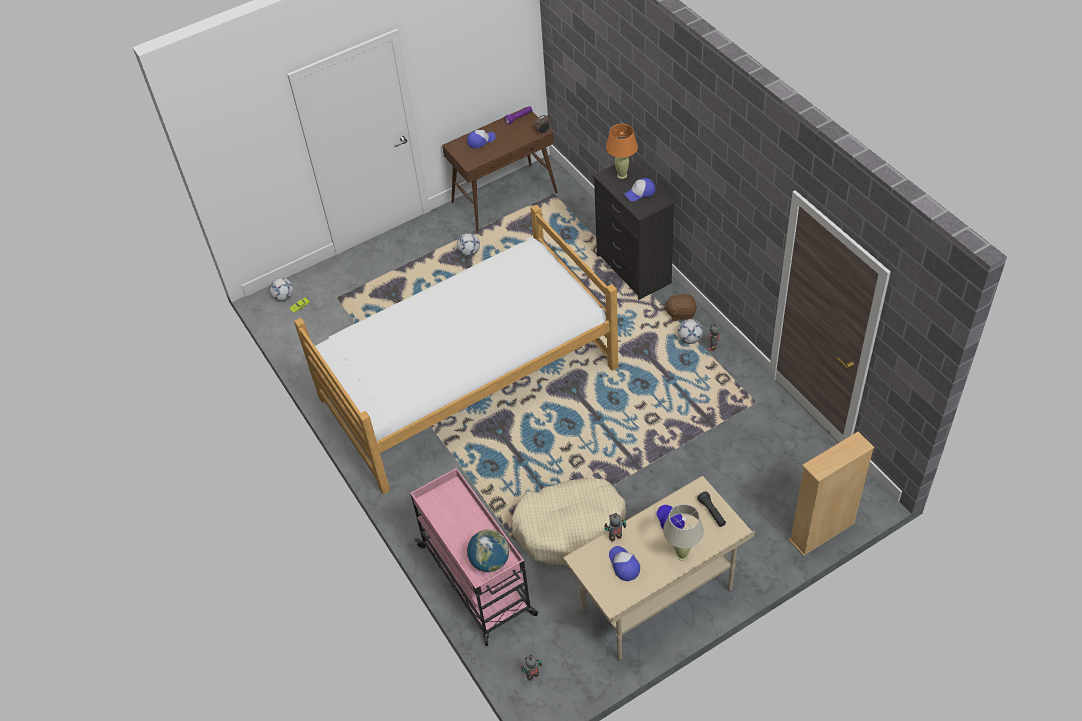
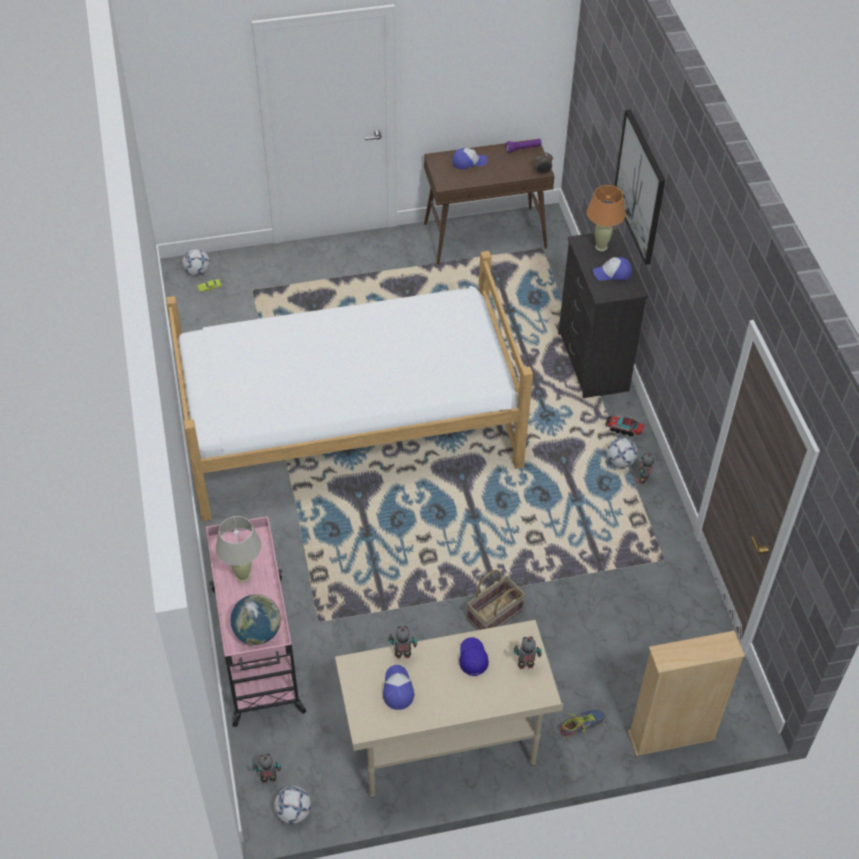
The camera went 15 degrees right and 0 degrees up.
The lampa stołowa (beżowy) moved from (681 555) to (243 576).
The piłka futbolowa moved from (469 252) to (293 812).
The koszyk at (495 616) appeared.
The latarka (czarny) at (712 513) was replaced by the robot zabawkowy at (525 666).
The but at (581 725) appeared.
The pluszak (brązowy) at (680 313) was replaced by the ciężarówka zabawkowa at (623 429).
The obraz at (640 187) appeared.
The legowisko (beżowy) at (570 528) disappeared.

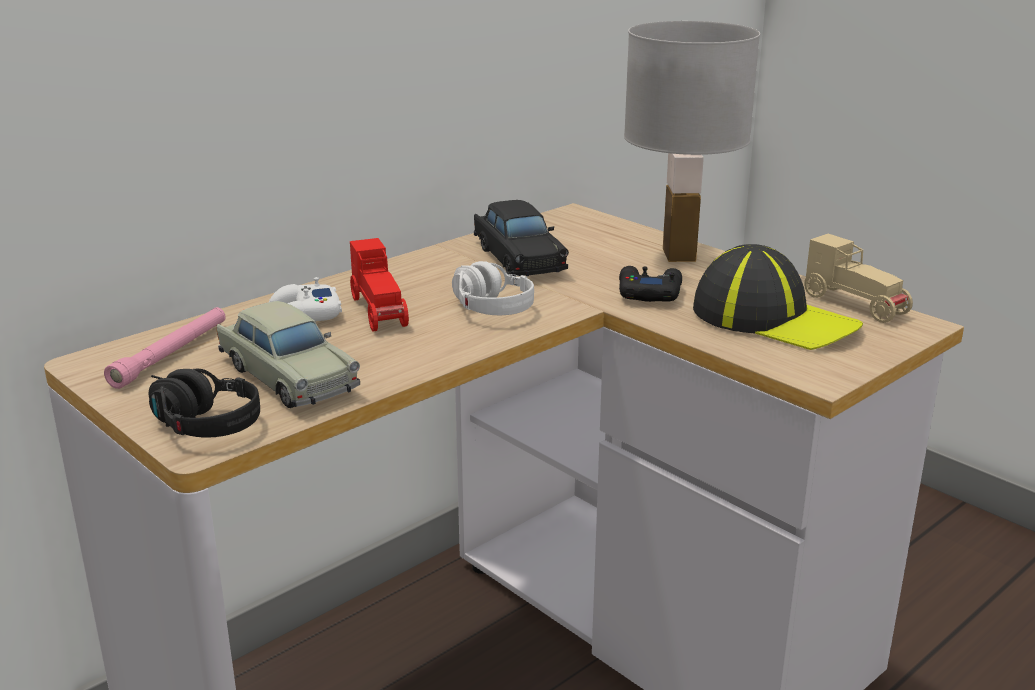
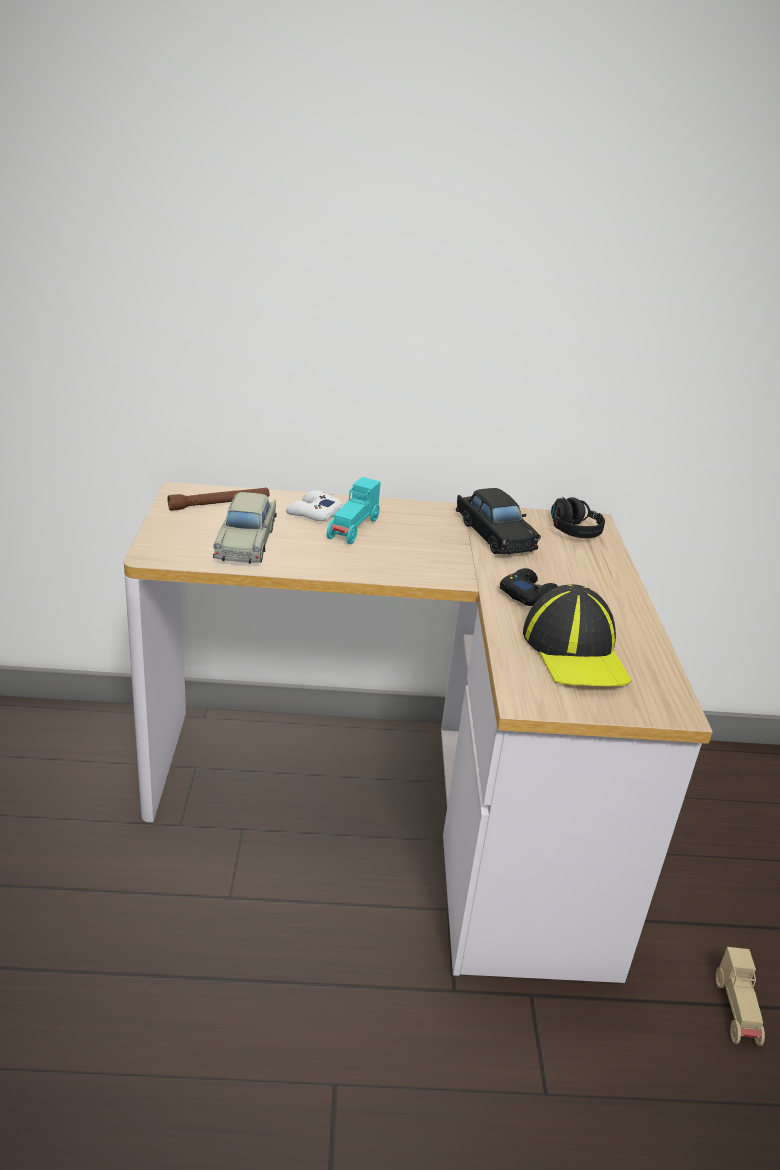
The camera went 40 degrees right and 5 degrees up.
The latarka (różowy) at (171 355) became the latarka (brązowy) at (219 504).
The samochodzik (czerwony) at (380 312) became the samochodzik (turkusowy) at (353 529).
The samochodzik (czarny) at (518 258) turned 45 degrees counterclockwise.
The słuchawki (czarny) moved from (194 422) to (569 526).
The samochodzik (beżowy) moved from (855 305) to (737 1011).
The słuchawki (biały) at (483 304) disappeared.
The lampa stołowa (biały) at (677 254) disappeared.

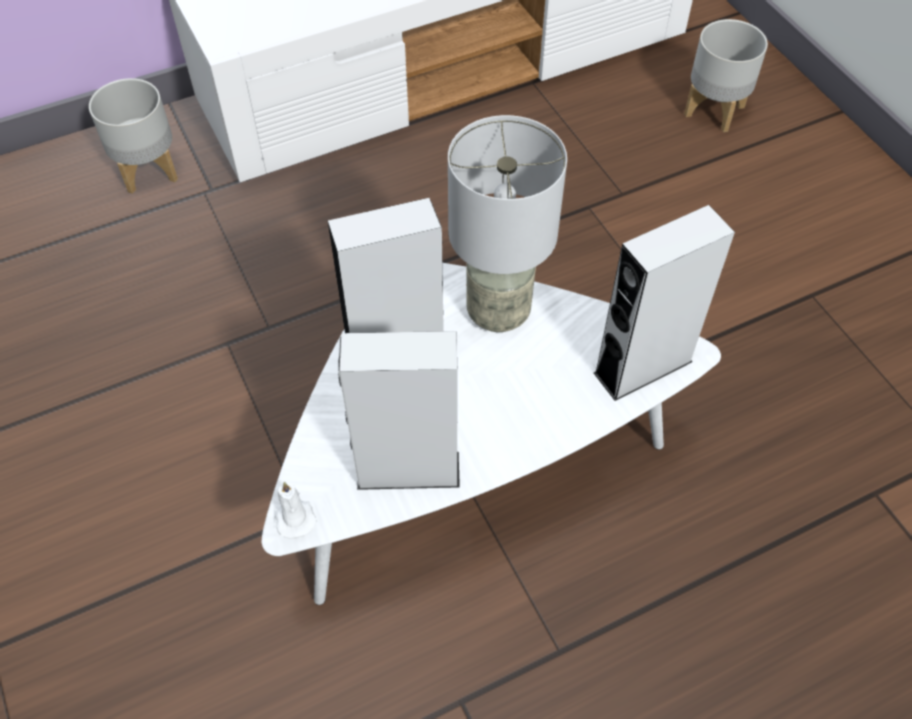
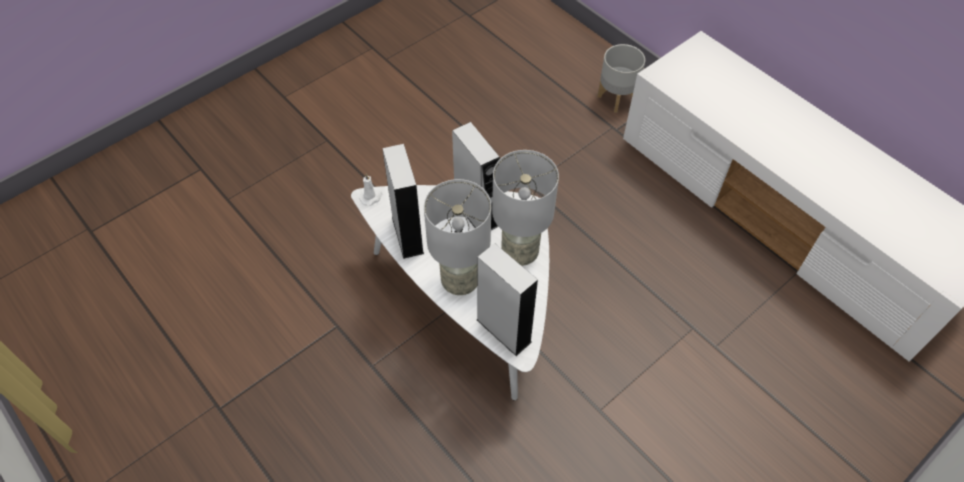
The camera went 75 degrees right and 0 degrees up.
The lampa stołowa (szary) at (460 282) appeared.
The donica (szary) at (713 111) disappeared.

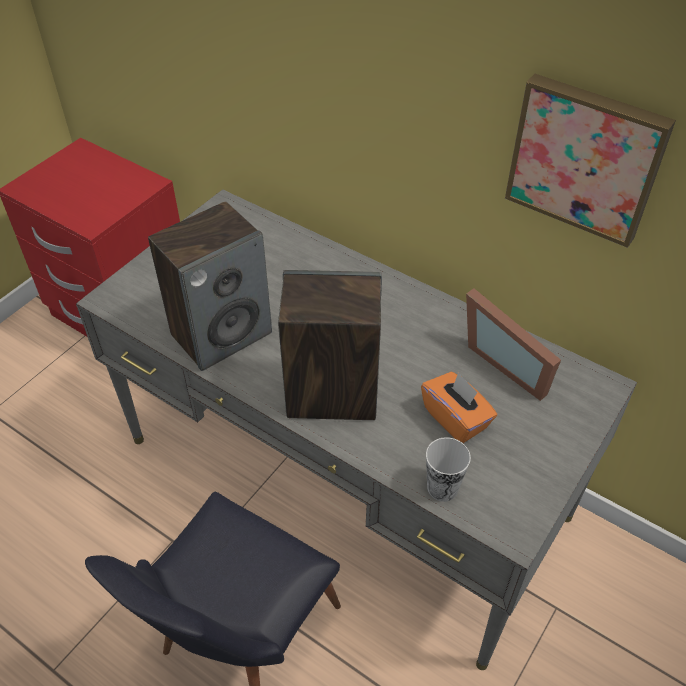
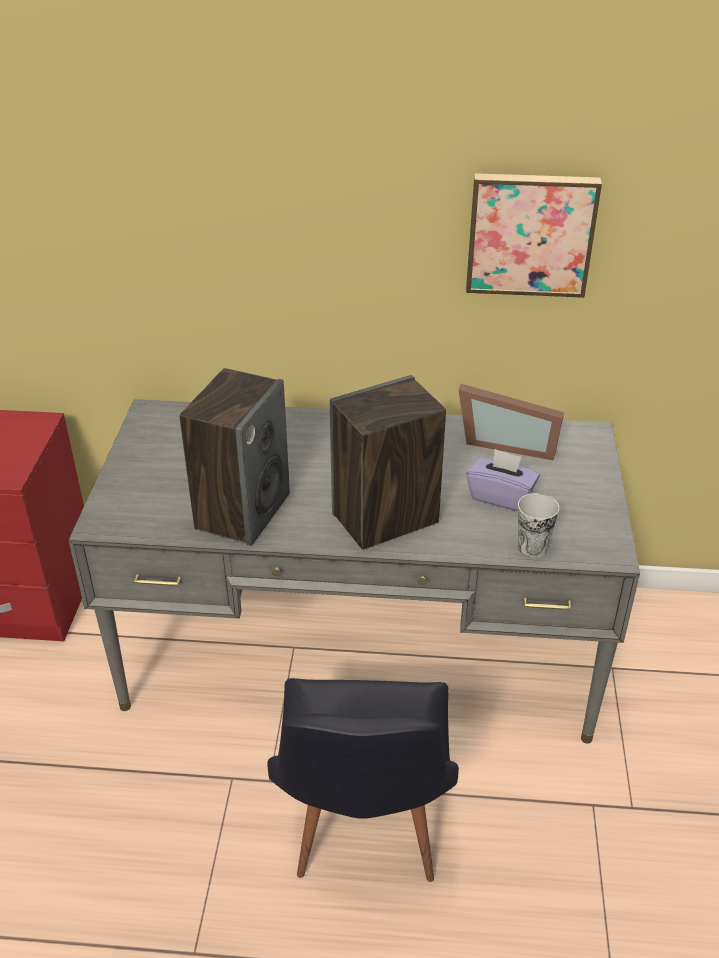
The camera went 30 degrees left and 10 degrees down.
The pudełko chusteczek (pomarańczowy) at (456 418) became the pudełko chusteczek (fioletowy) at (501 496).

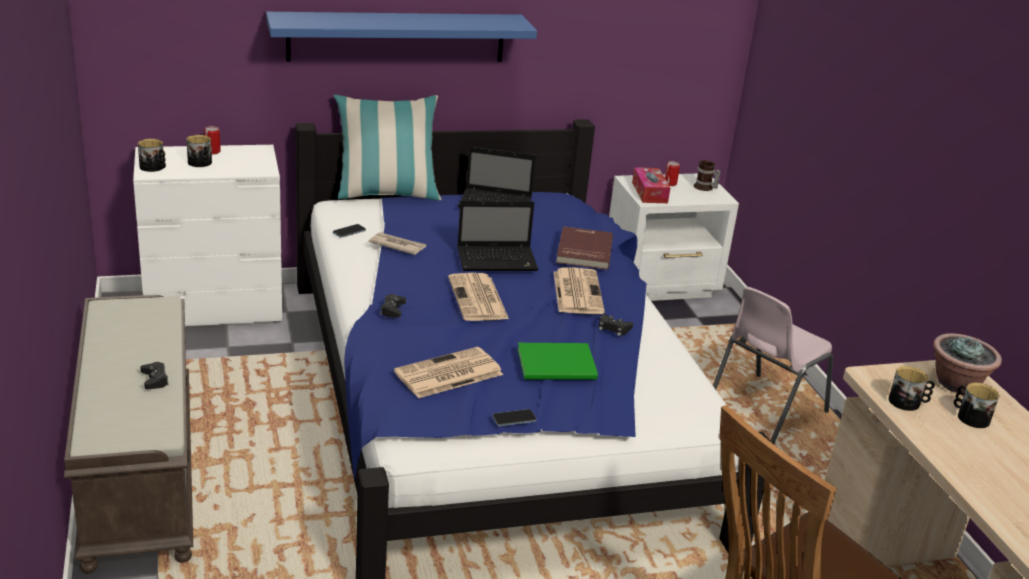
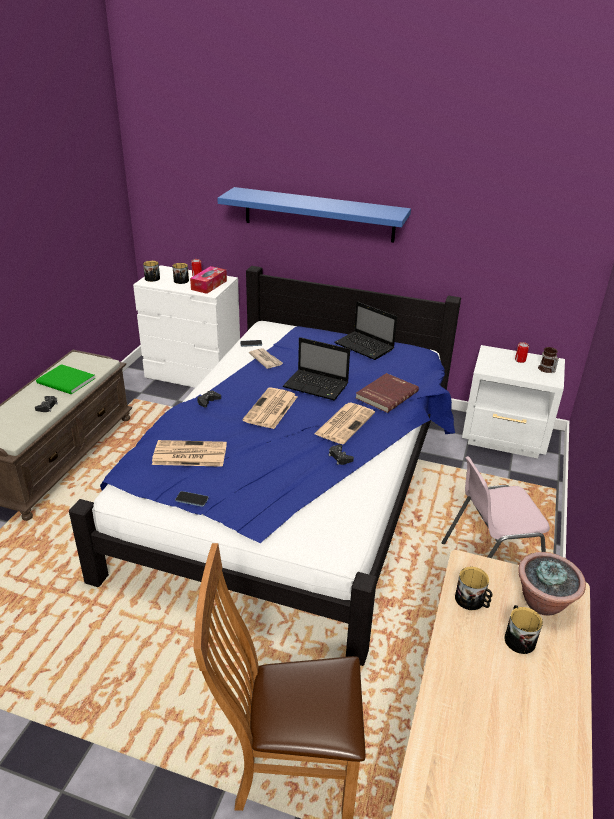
The camera went 35 degrees right and 5 degrees up.
The książka (zielony) moved from (559 365) to (66 382).
The pudełko chusteczek moved from (649 192) to (209 285).
The poduszka at (387 194) disappeared.

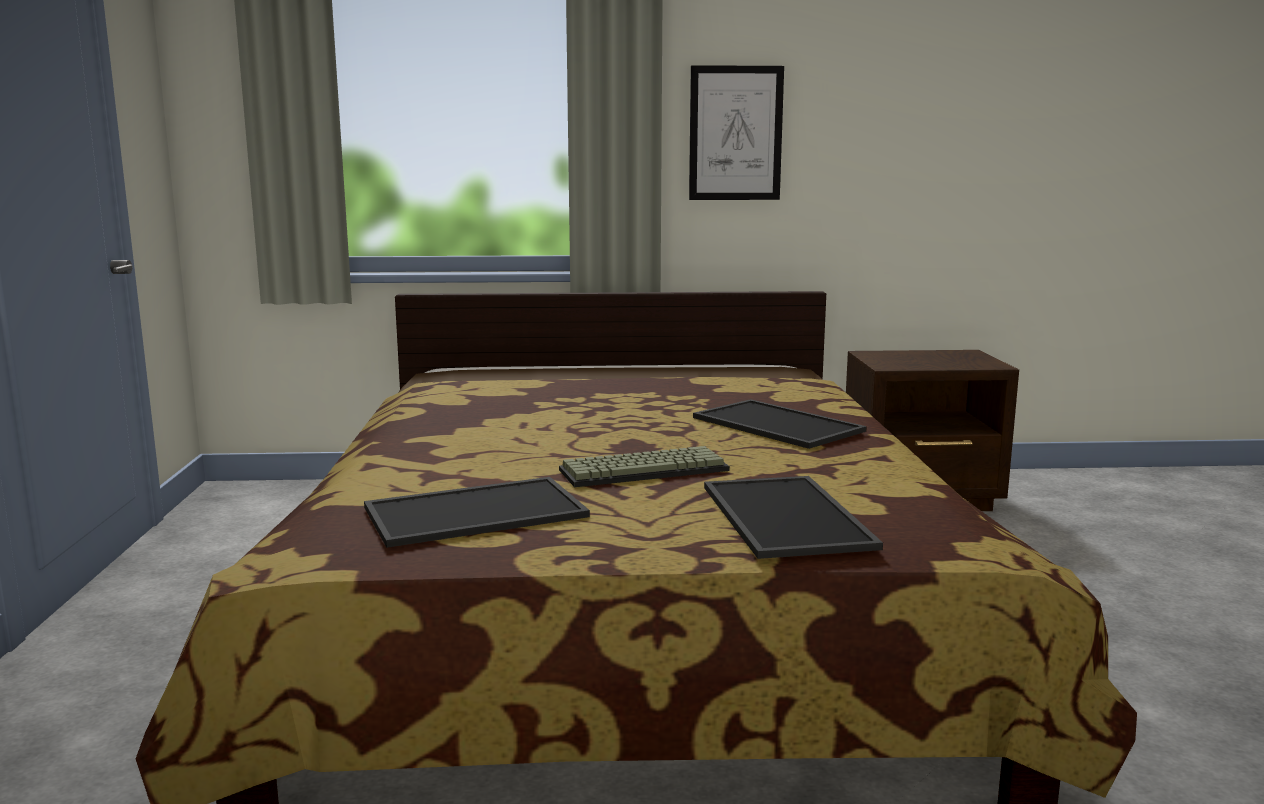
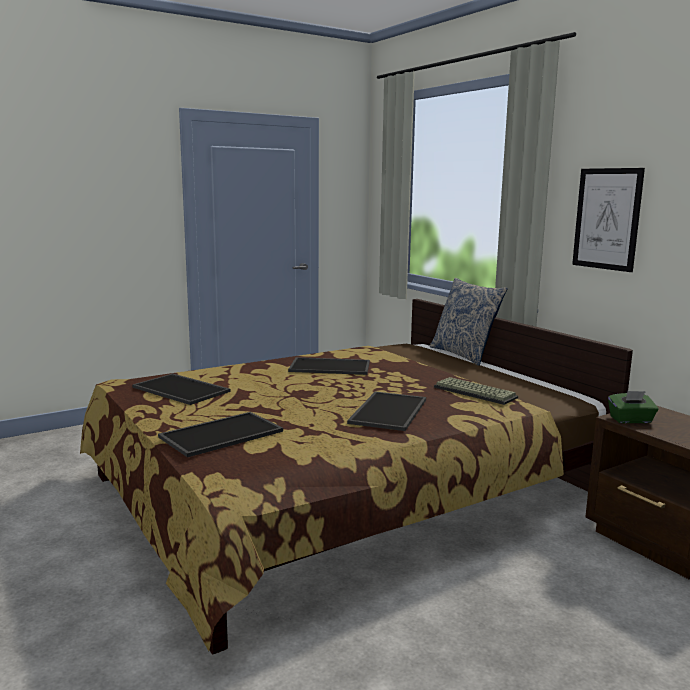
The camera went 60 degrees right and 0 degrees up.
The taca at (331 366) appeared.
The poduszka at (464 355) appeared.
The klawiatura moved from (644 469) to (476 392).
The pudełko chusteczek (zielony) at (631 420) appeared.

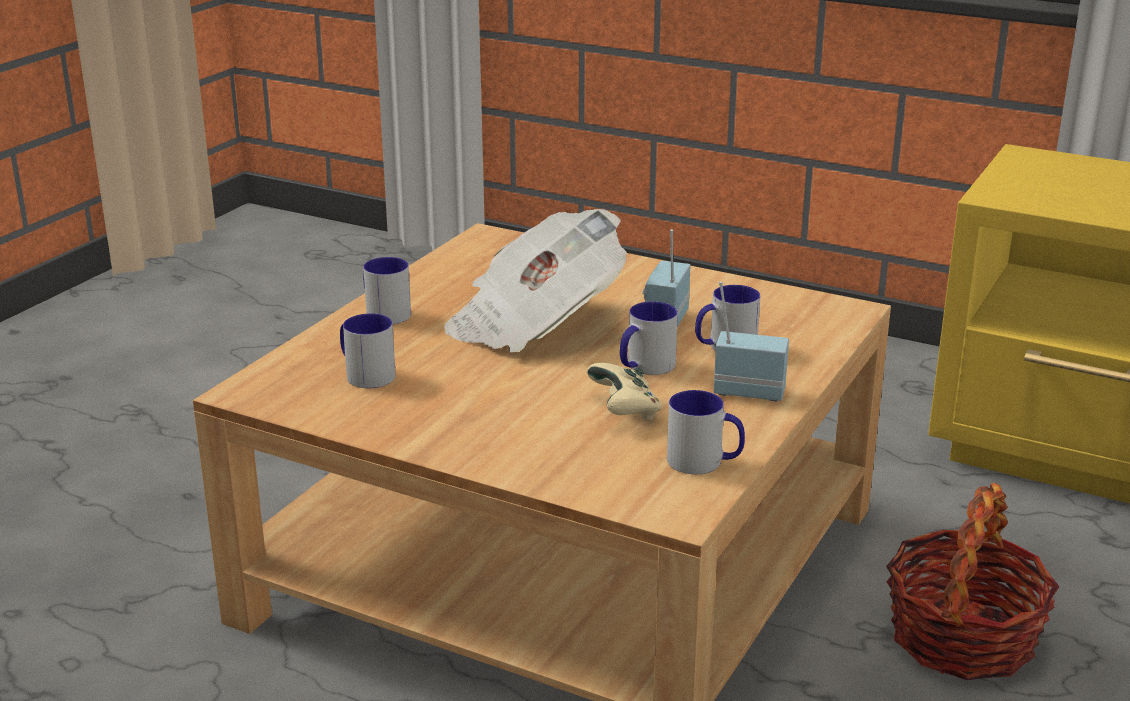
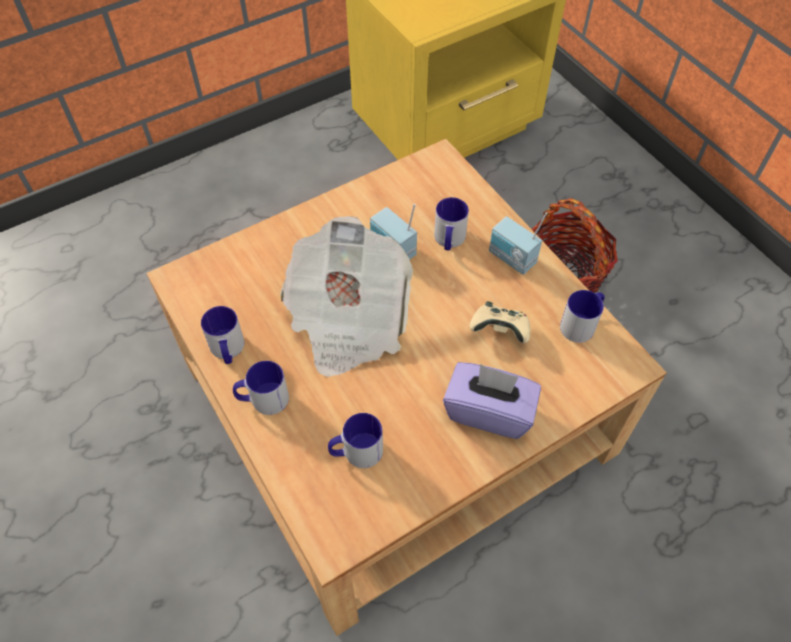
The camera went 60 degrees left and 30 degrees up.
The kubek moved from (645 367) to (228 350).
The pudełko chusteczek (fioletowy) at (489 411) appeared.
The radio at (749 391) turned 90 degrees counterclockwise.

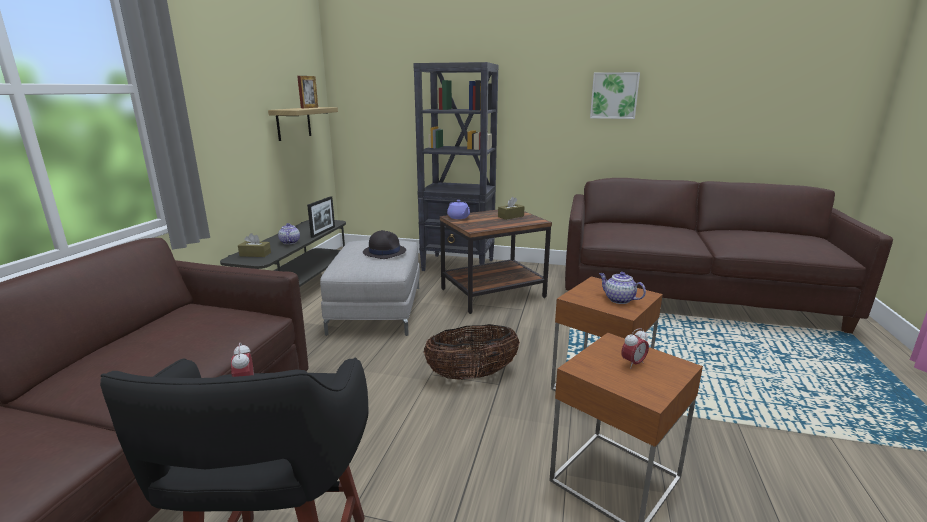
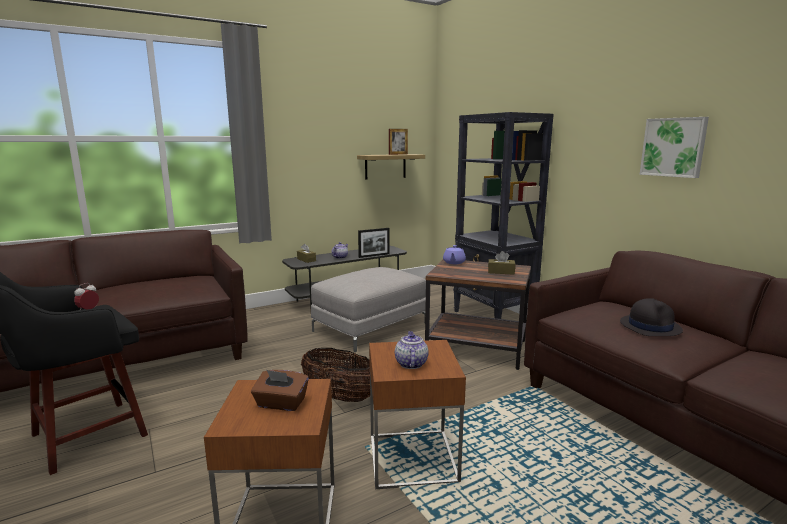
The camera went 45 degrees right and 5 degrees down.
The budzik at (633 364) was replaced by the pudełko chusteczek (brązowy) at (281 404).
The kapelusz (czarny) moved from (384 251) to (650 326).

